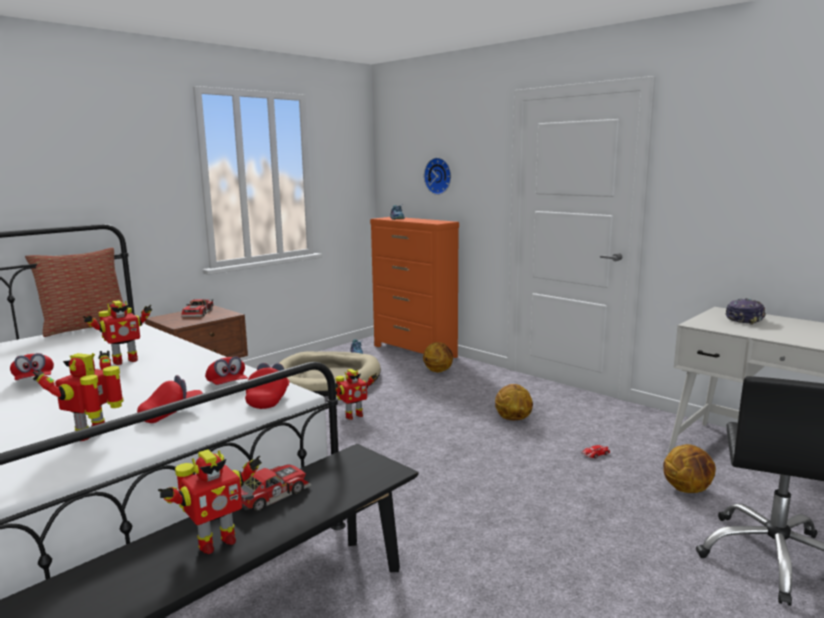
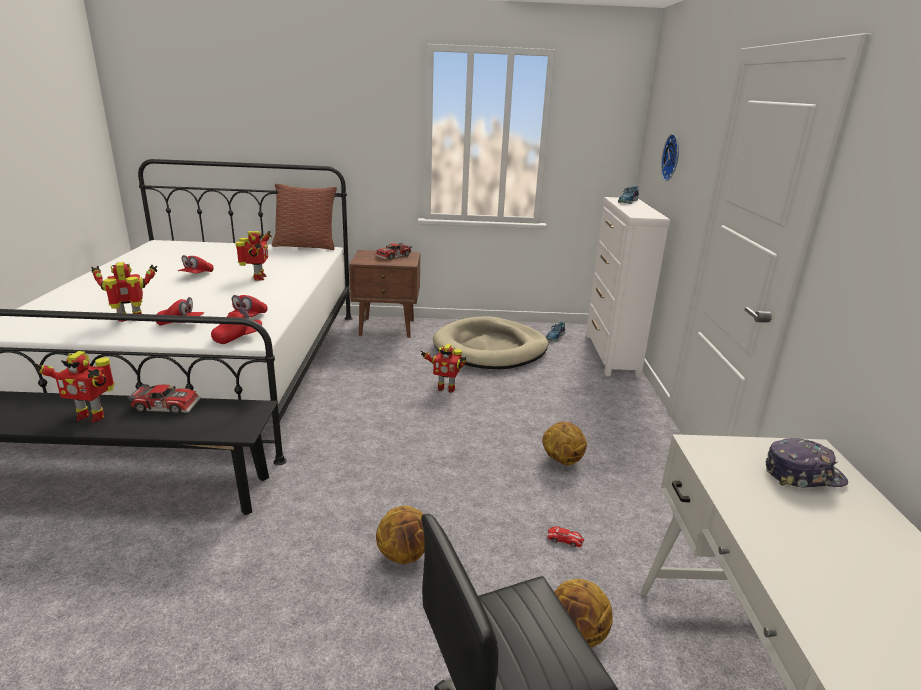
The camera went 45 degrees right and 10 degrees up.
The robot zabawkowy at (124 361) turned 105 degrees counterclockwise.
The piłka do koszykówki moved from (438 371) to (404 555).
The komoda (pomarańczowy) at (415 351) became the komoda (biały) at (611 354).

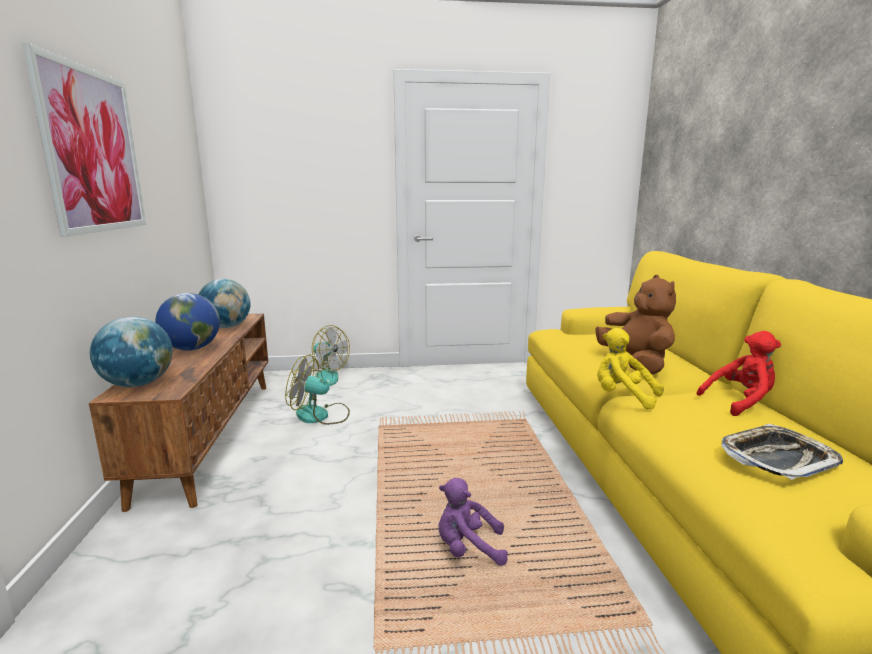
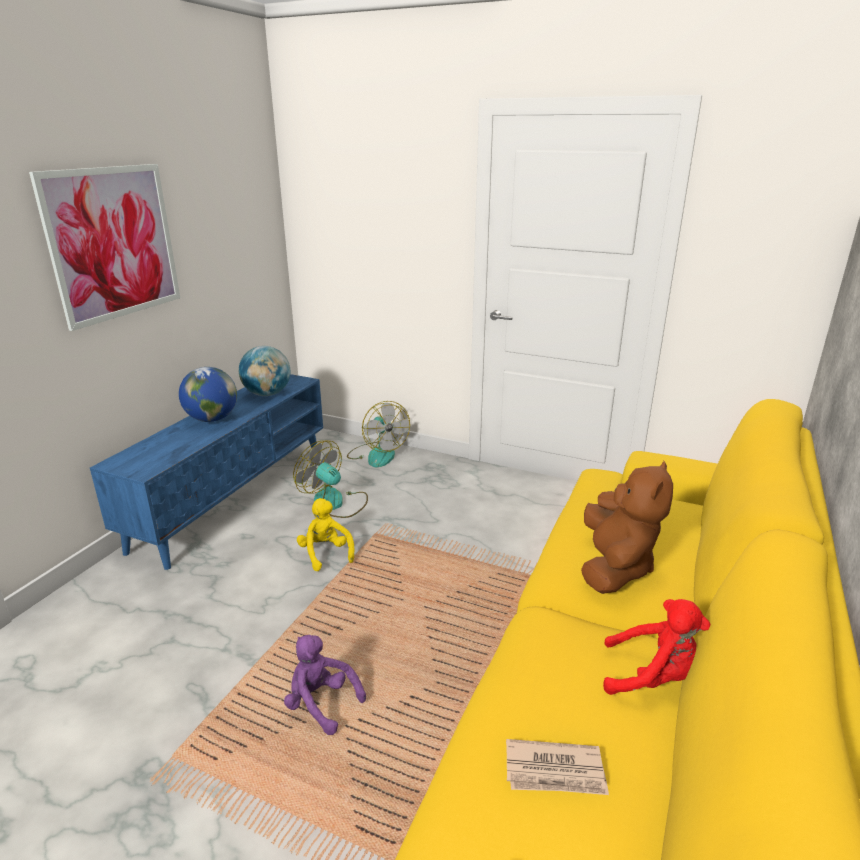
The camera went 30 degrees right and 10 degrees up.
The szafka pod telewizor (brązowy) at (210 434) became the szafka pod telewizor (niebieski) at (234 497).
The pluszak (żółty) moved from (622 397) to (326 553).
The taca at (777 458) was replaced by the gazeta at (555 771).
The globus at (138 384) disappeared.

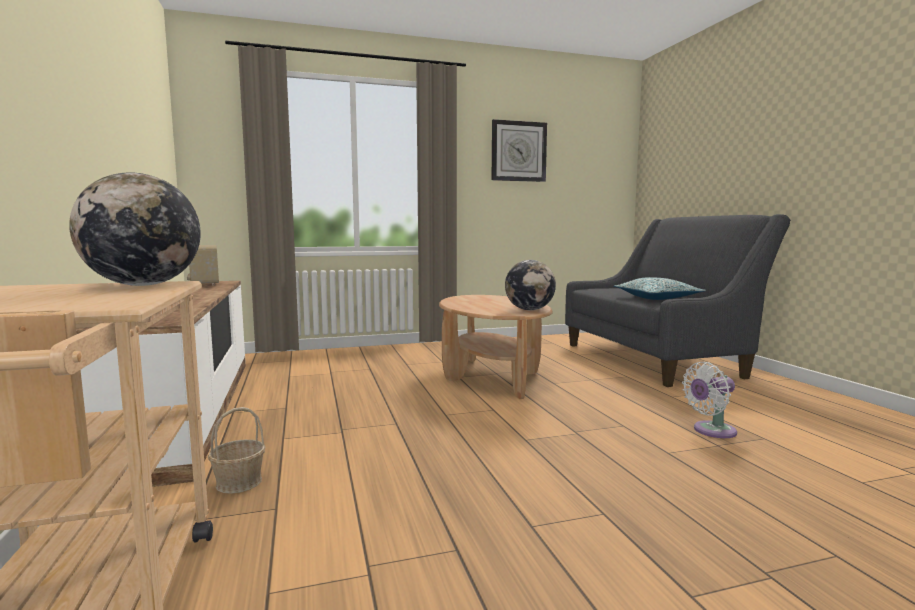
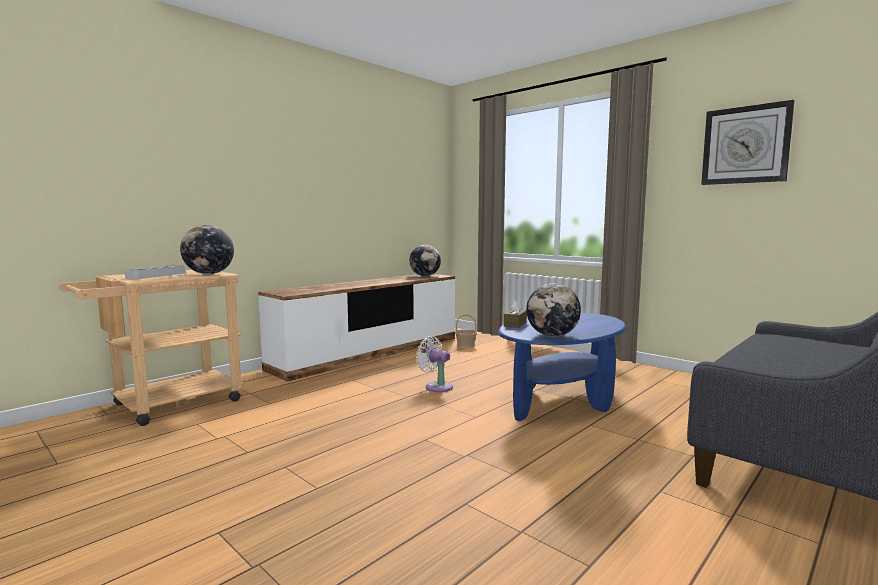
The camera went 60 degrees right and 0 degrees up.
The taca (szary) at (157 275) appeared.
The radio at (204 284) was replaced by the globus at (425 276).
The wentylator (biały) moved from (711 431) to (436 386).
The koszyk moved from (238 482) to (465 346).
The ława (brązowy) at (492 377) became the ława (niebieski) at (560 399).
The pudełko chusteczek (brązowy) at (515 324) appeared.
The poduszka at (657 298) disappeared.

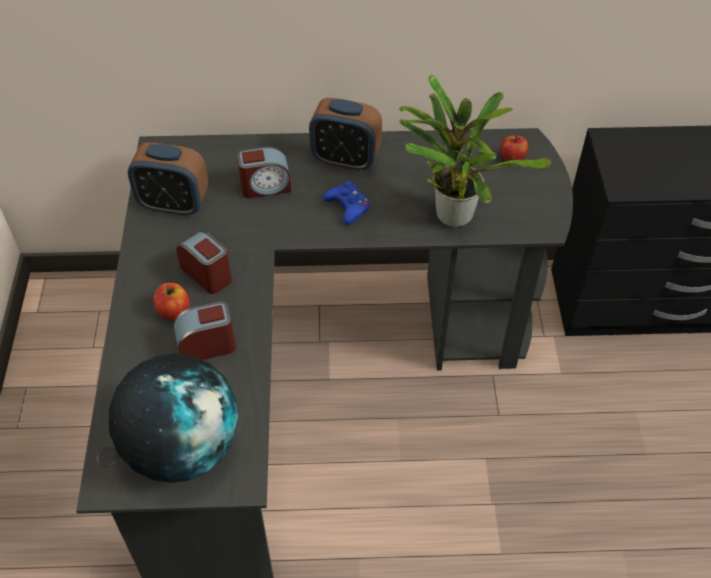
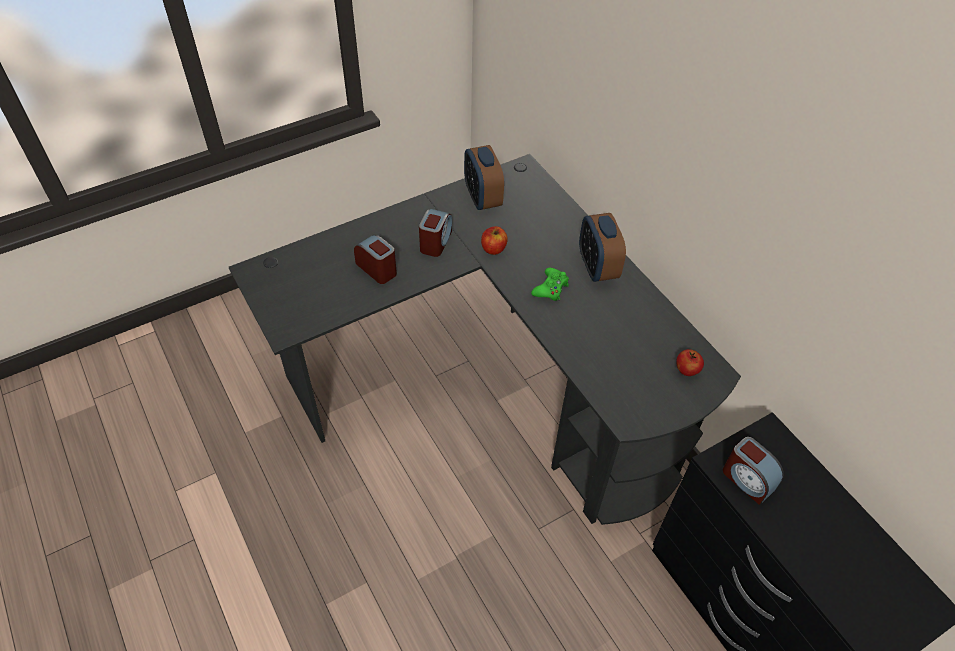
The camera went 60 degrees right and 0 degrees up.
The jabłko moved from (173 311) to (493 248).
The pad do gier (niebieski) at (348 207) became the pad do gier (zielony) at (551 288).
The budzik moved from (265 186) to (747 480).
The globus at (183 447) disappeared.
The roślina doniczkowa at (452 212) disappeared.

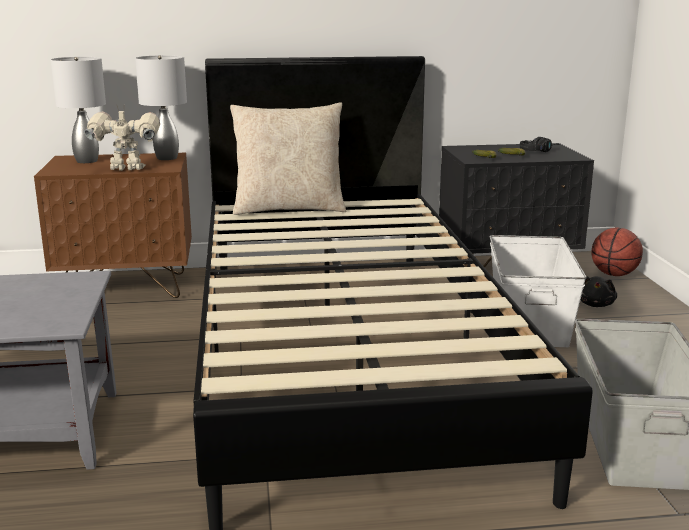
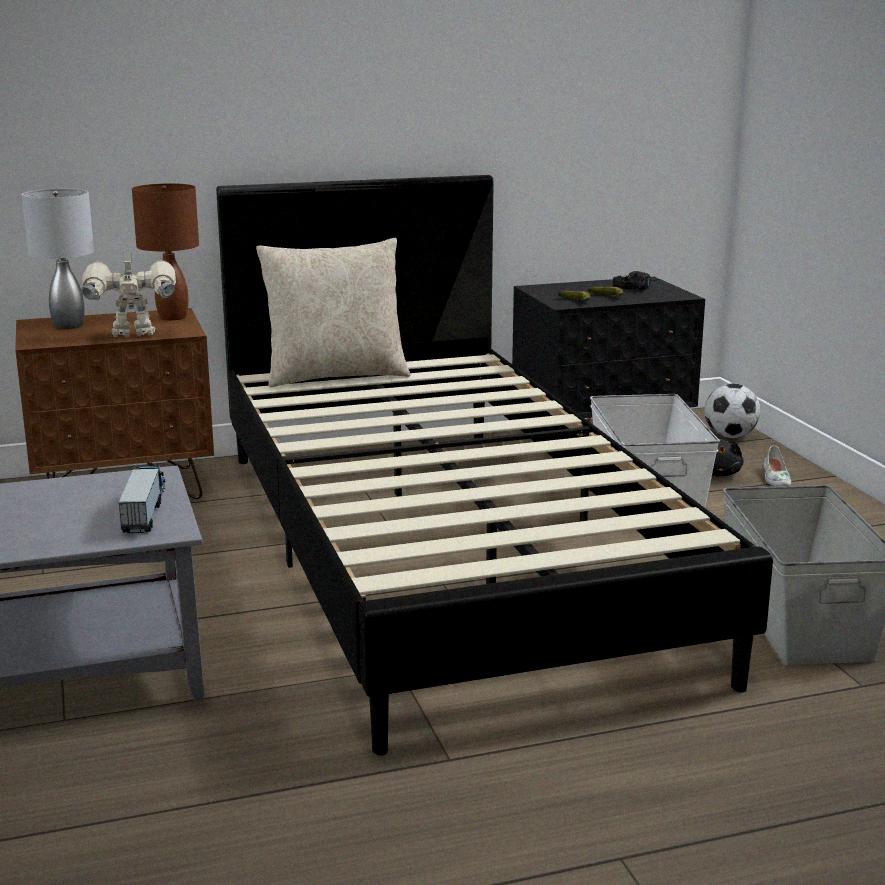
The camera went 10 degrees left and 0 degrees up.
The ciężarówka zabawkowa at (145 510) appeared.
The lampa stołowa (szary) at (166 158) became the lampa stołowa (brązowy) at (172 317).
The piłka do koszykówki at (614 274) was replaced by the piłka futbolowa at (730 436).
The but (biały) at (775 478) appeared.

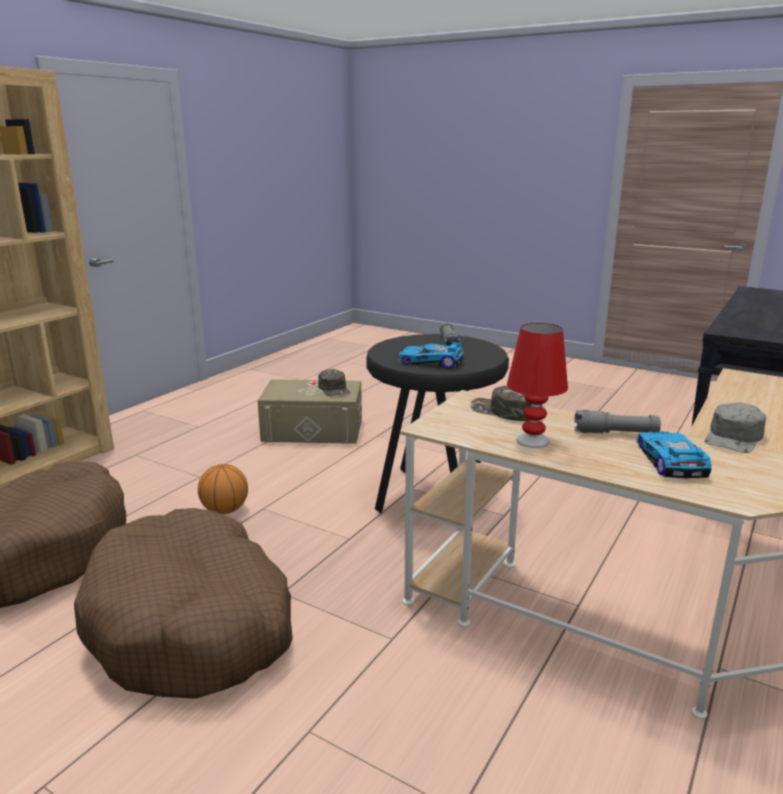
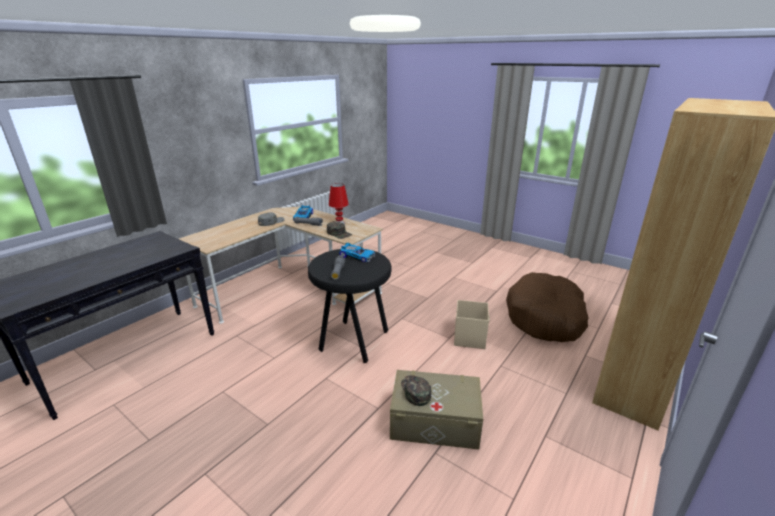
The camera went 175 degrees left and 5 degrees up.
The piłka do koszykówki at (225 510) was replaced by the pojemnik do przechowywania (beżowy) at (470 337).
The legowisko (brązowy) at (192 624) disappeared.

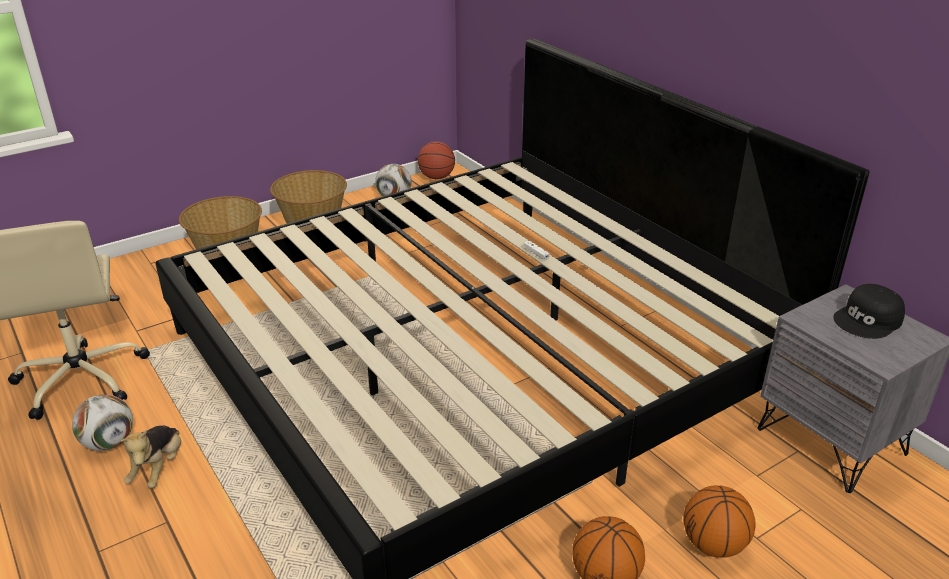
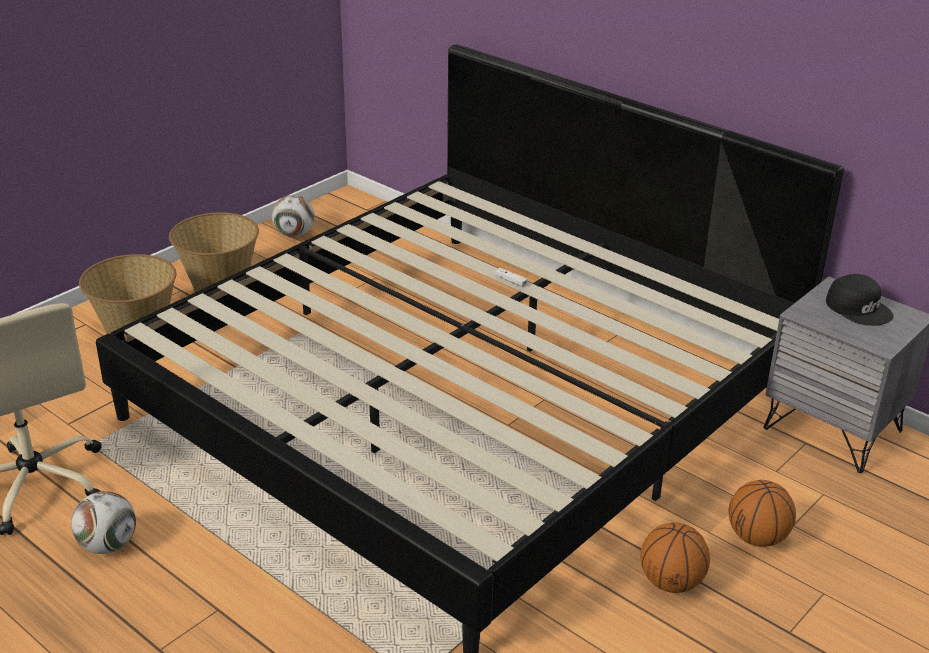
The camera went 15 degrees left and 0 degrees up.
The czapka z daszkiem (czarny) at (868 320) turned 75 degrees counterclockwise.
The pluszak at (159 468) disappeared.
The piłka do koszykówki at (437 177) disappeared.

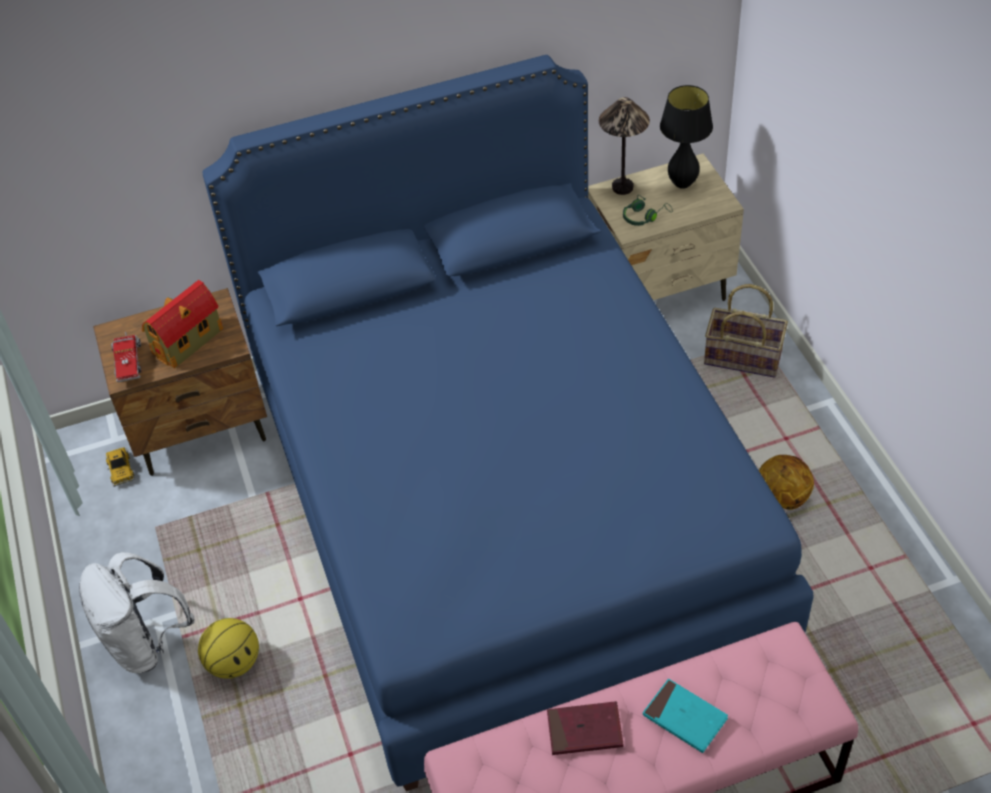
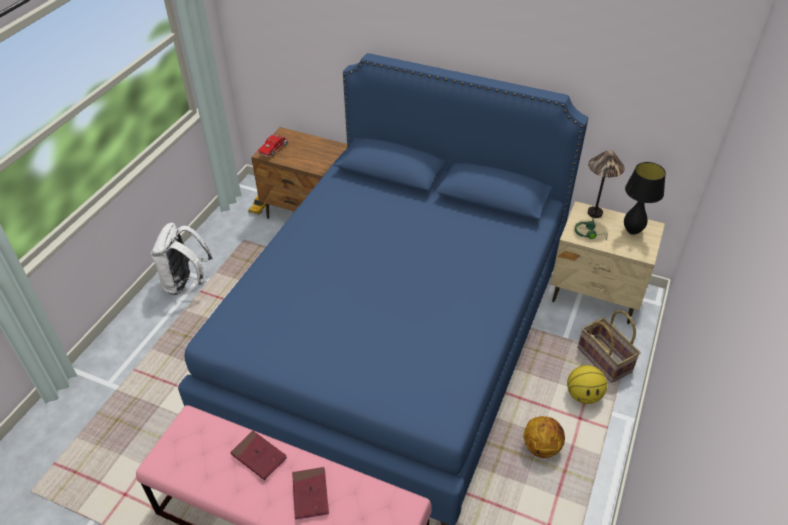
The camera went 40 degrees right and 5 degrees down.
The książka (turkusowy) at (684 717) became the książka (czerwony) at (310 494).
The piłka do koszykówki moved from (234 662) to (584 395).
The domek at (189 341) disappeared.

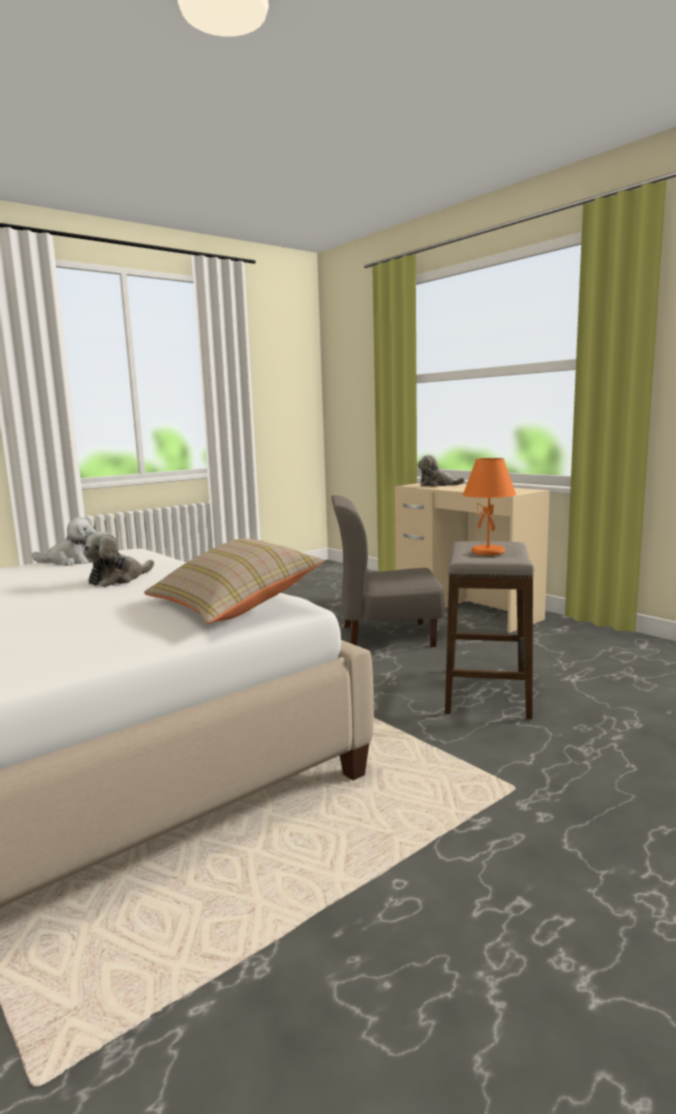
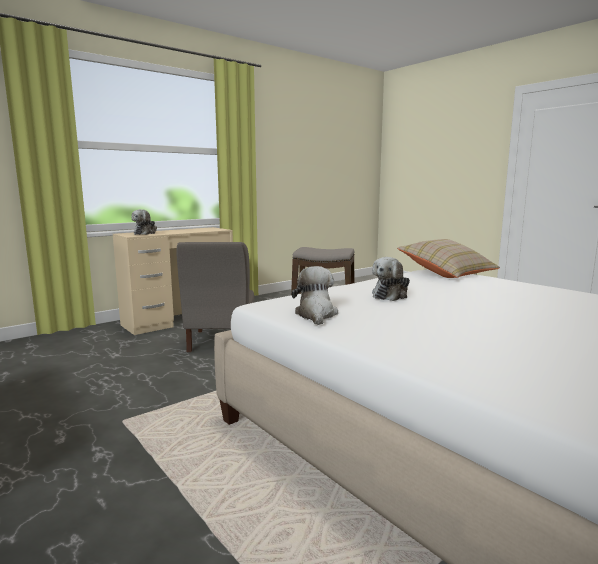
The camera went 90 degrees left and 0 degrees up.
The pluszak at (118 579) turned 90 degrees clockwise.
The lampa stołowa (pomarańczowy) at (489 552) disappeared.

